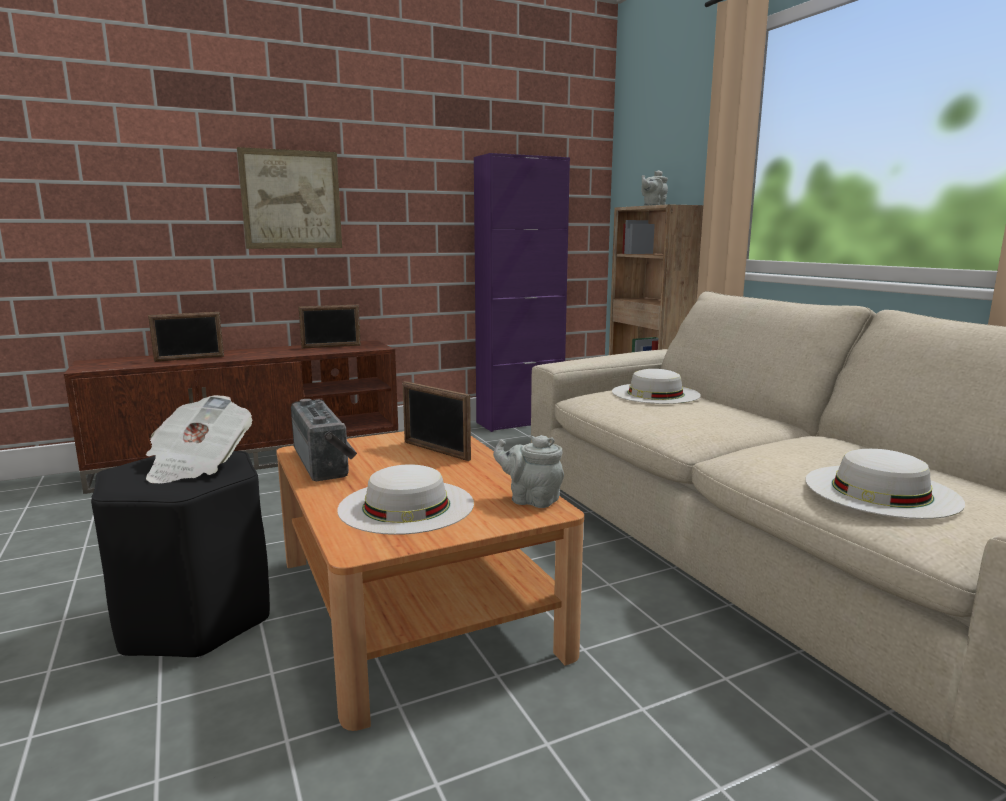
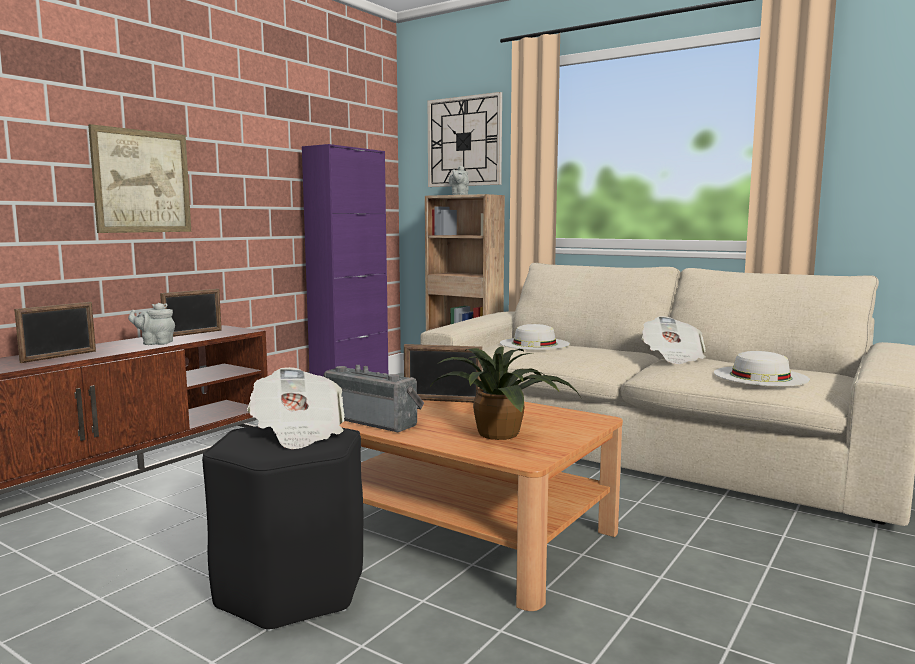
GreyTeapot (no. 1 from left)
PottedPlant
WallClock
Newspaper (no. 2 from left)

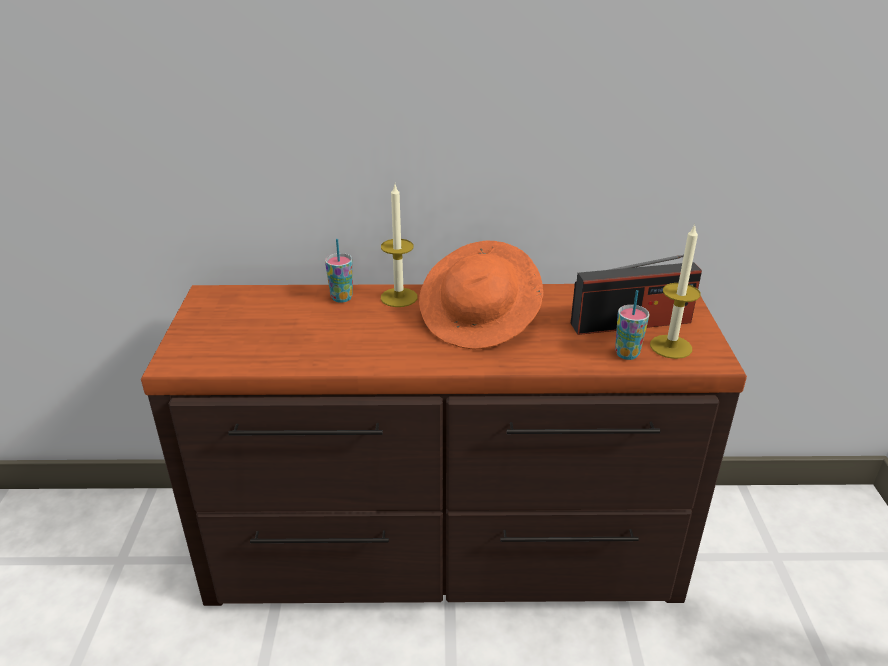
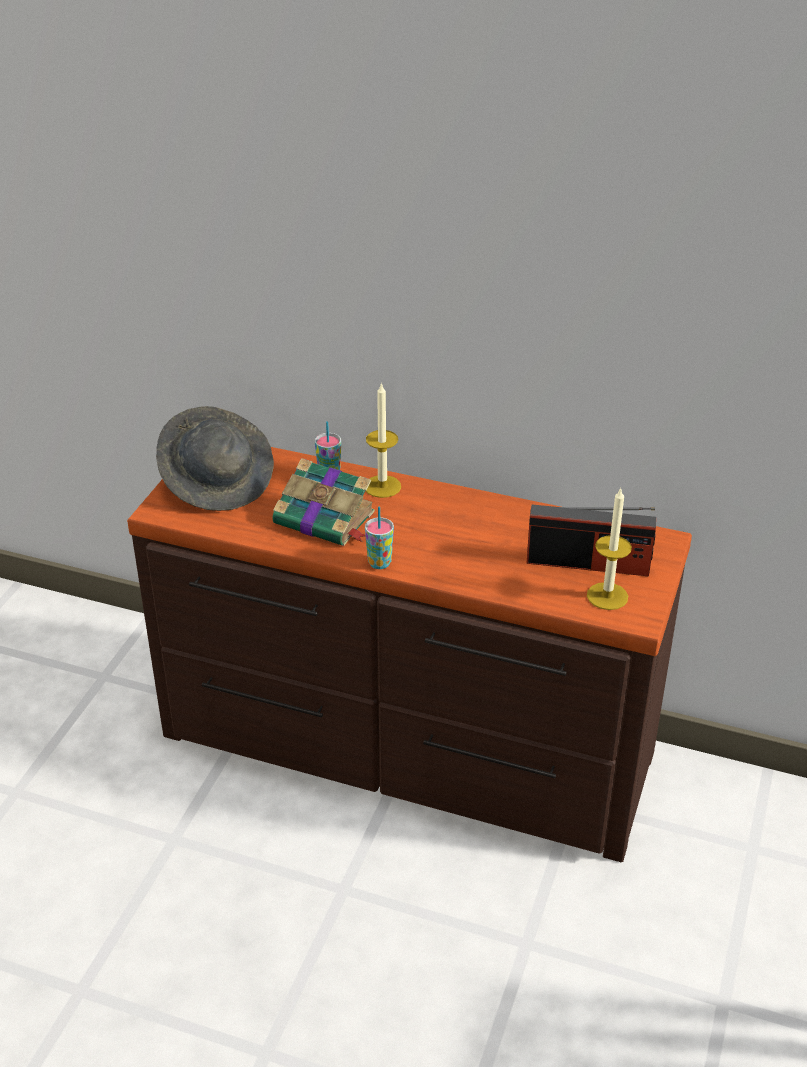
OrangeHat
Cup (no. 2 from left)
GreyHat
Book

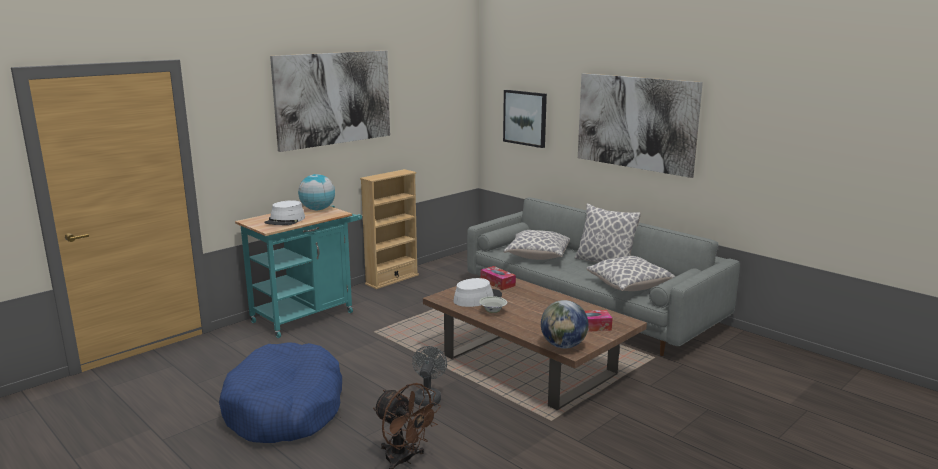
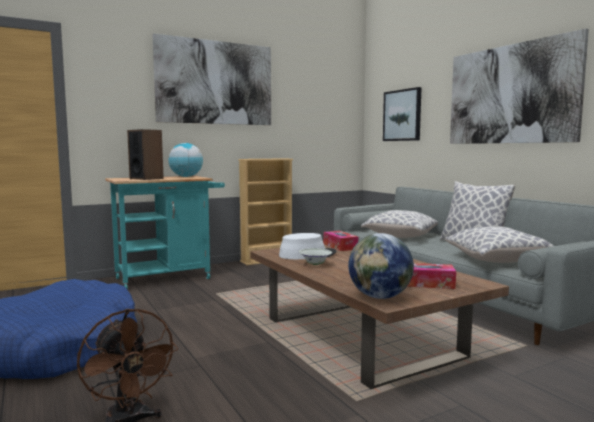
Speaker
GreyFan

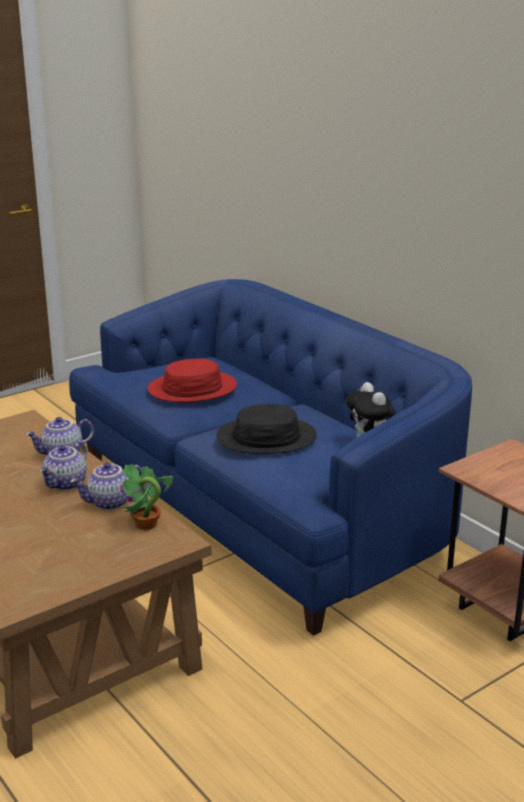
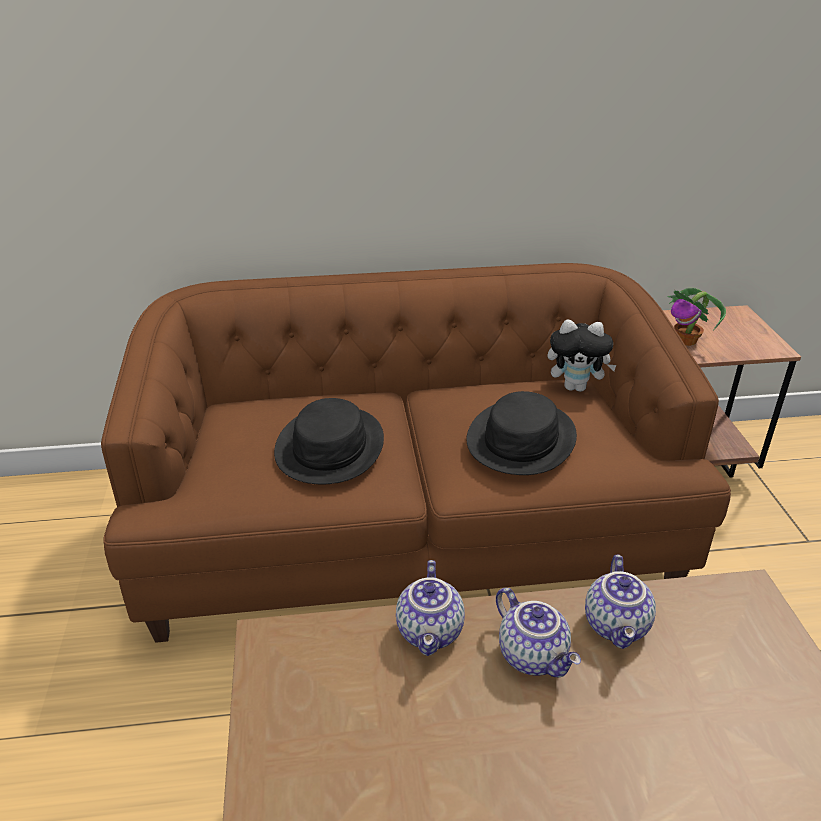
BrownSofa
BlackHat (no. 1 from left)
PottedPlant

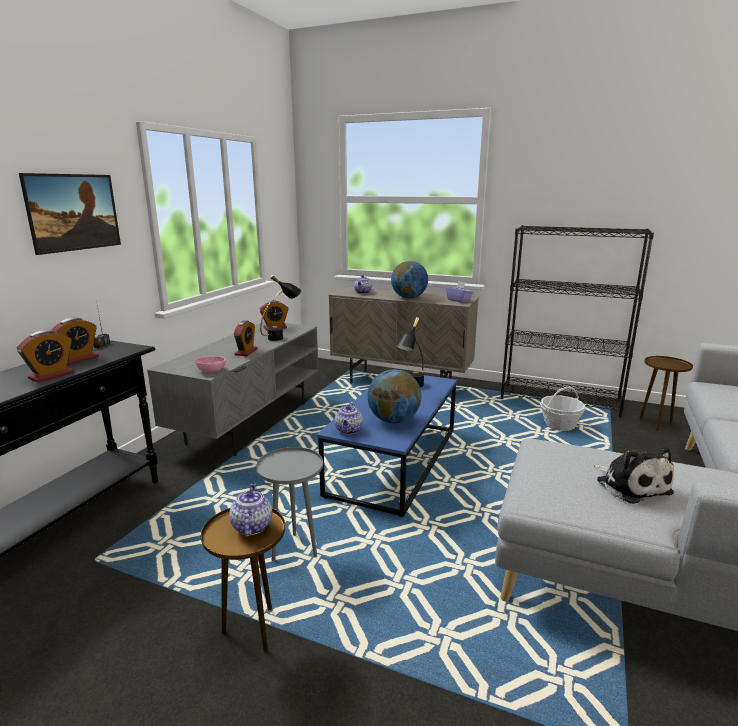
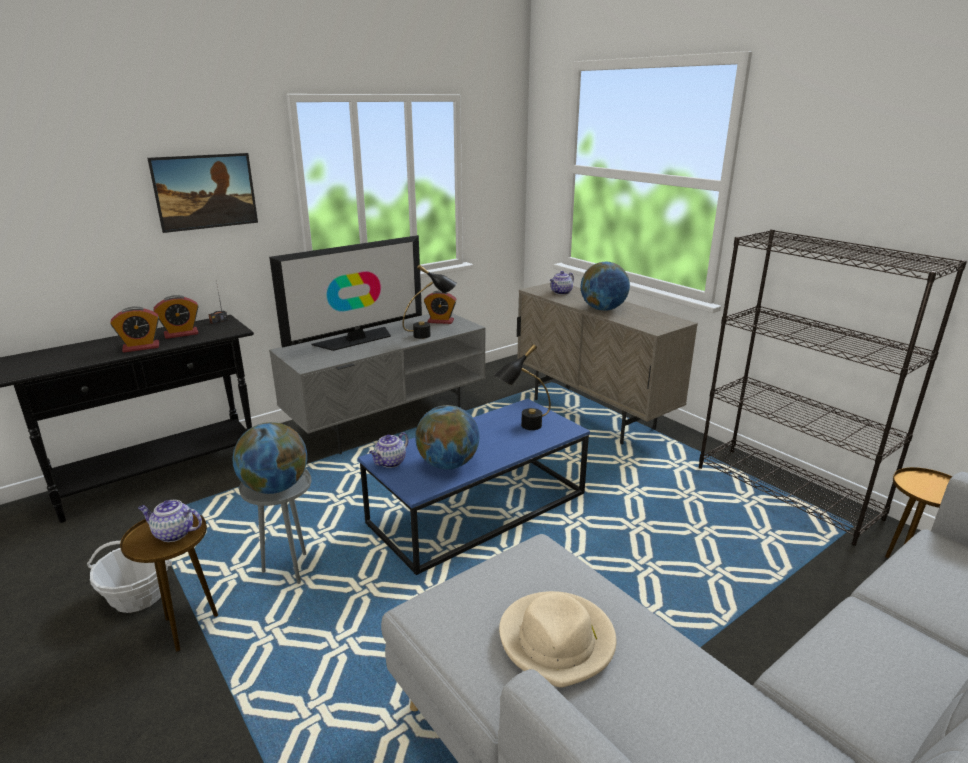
PurpleTissueBox
AlarmClock (no. 3 from left in the first image)
PinkBowl
Basket
BeigeHat
Teapot (no. 1 from left)
Television
Globe (no. 1 from left)

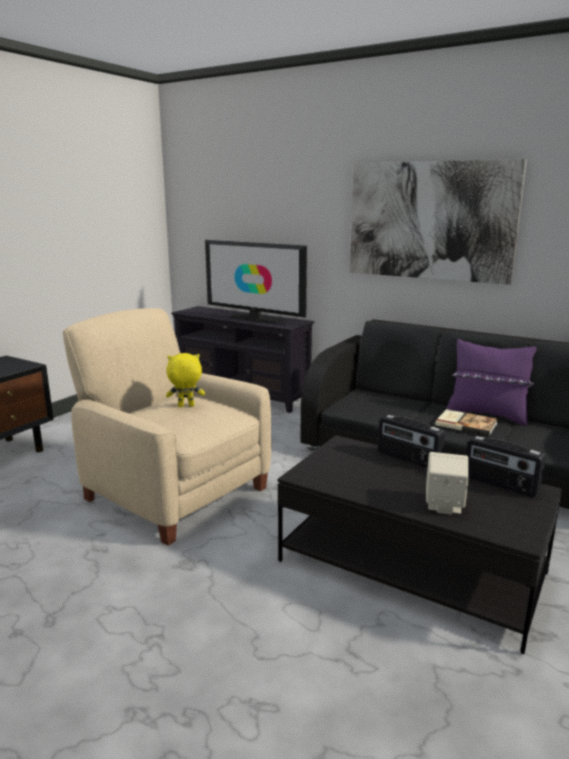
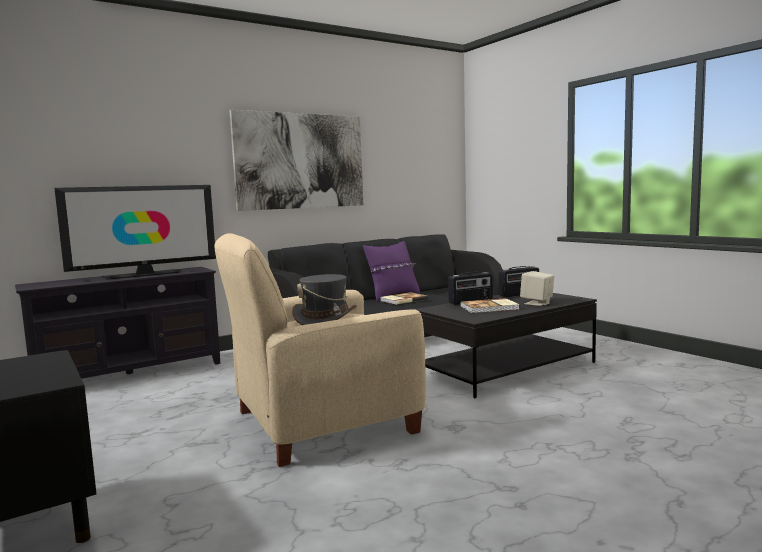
GreyHat
Book (no. 2 from left)

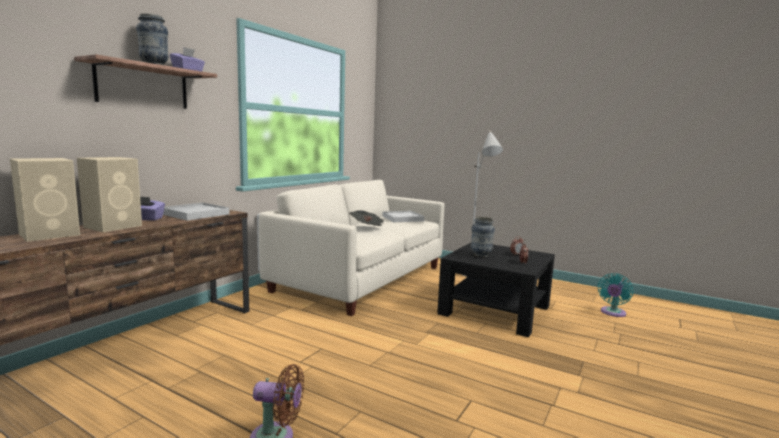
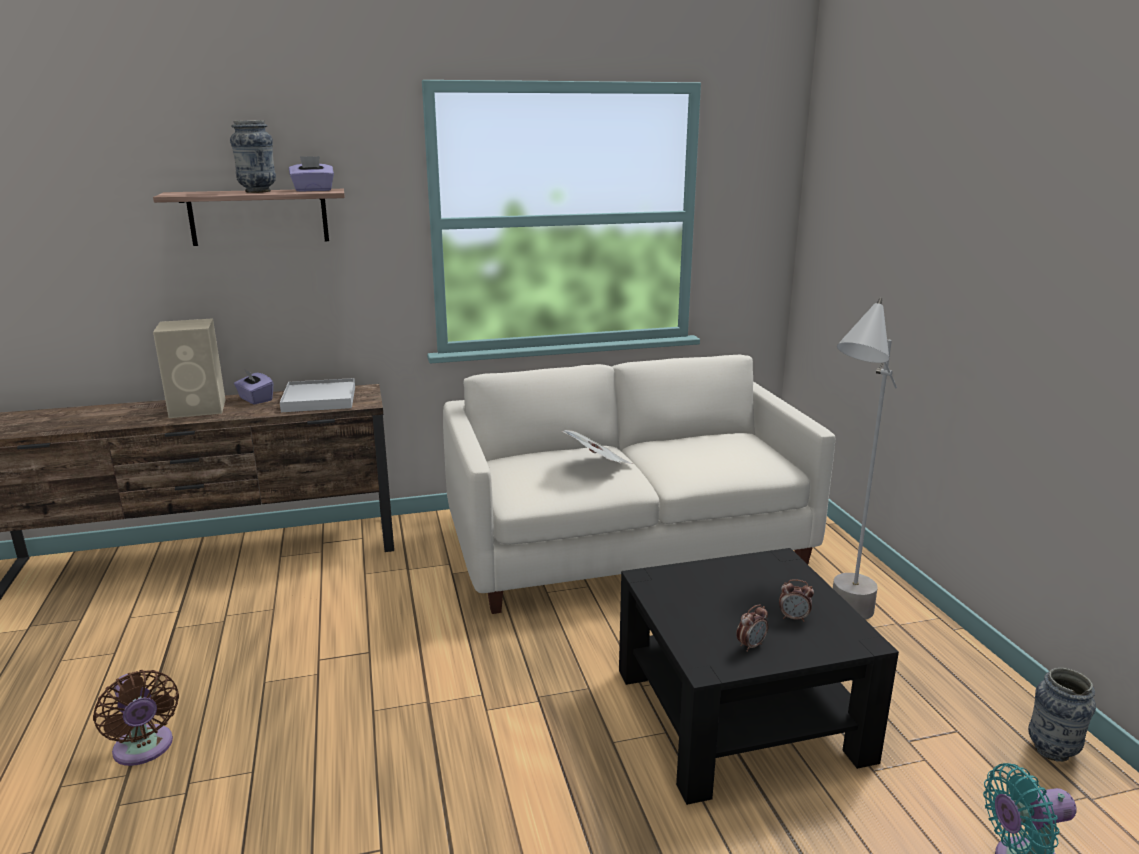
BeigeSpeaker (no. 1 from left in the first image)
WhiteTray (no. 2 from left in the first image)
Vase (no. 2 from left)

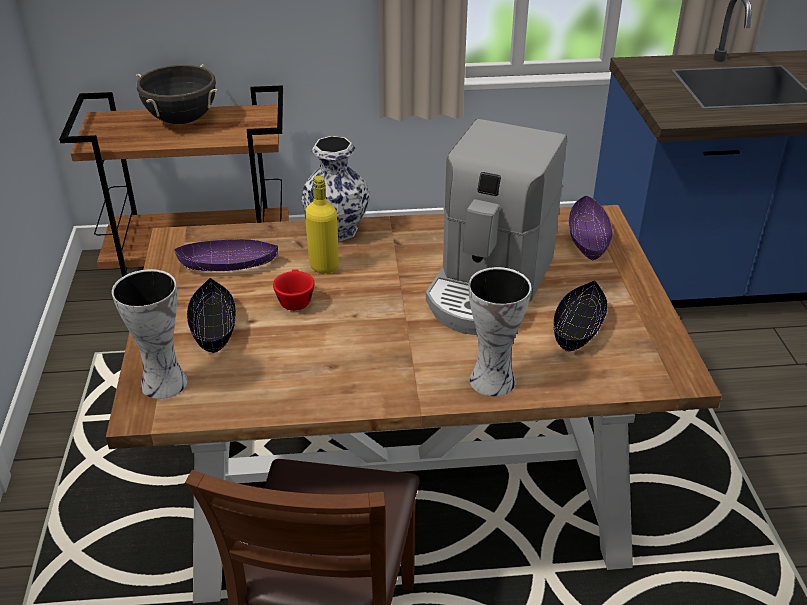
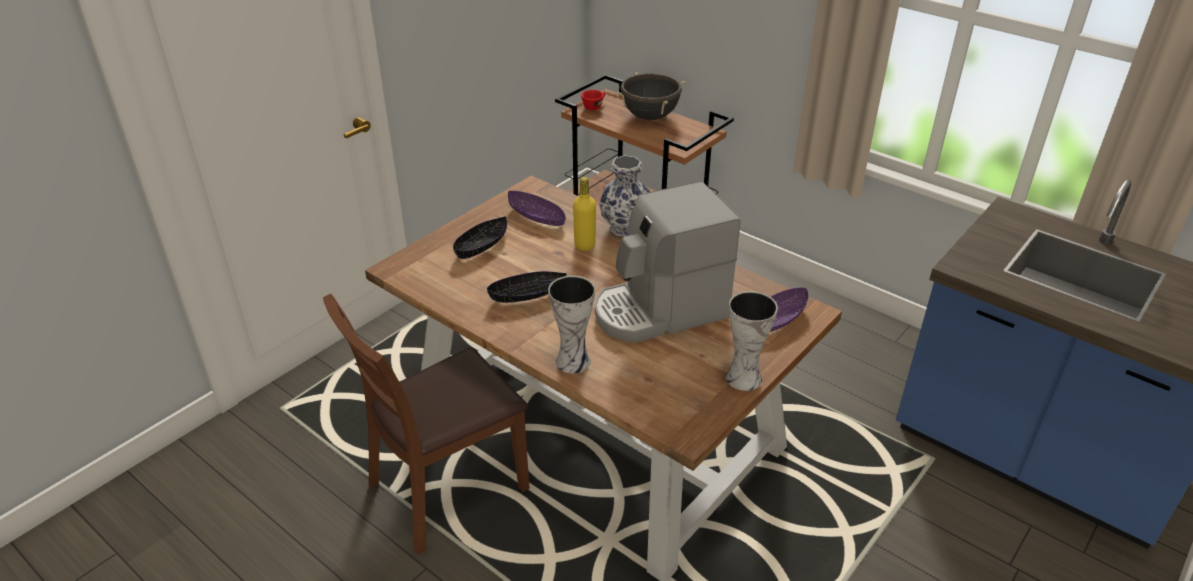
Vase (no. 3 from left)
RedCup
BlackBowl (no. 2 from left)

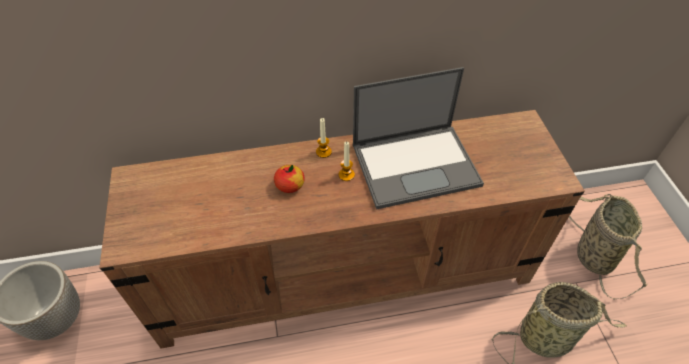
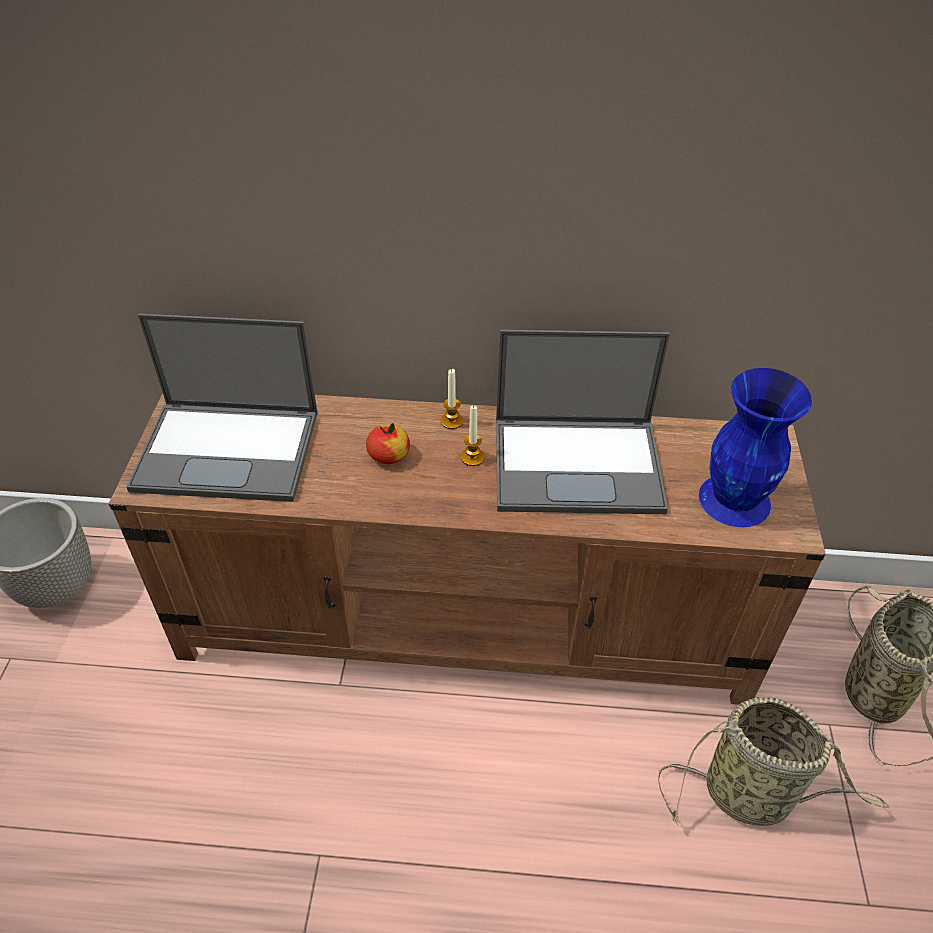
Laptop (no. 1 from left)
BlueVase

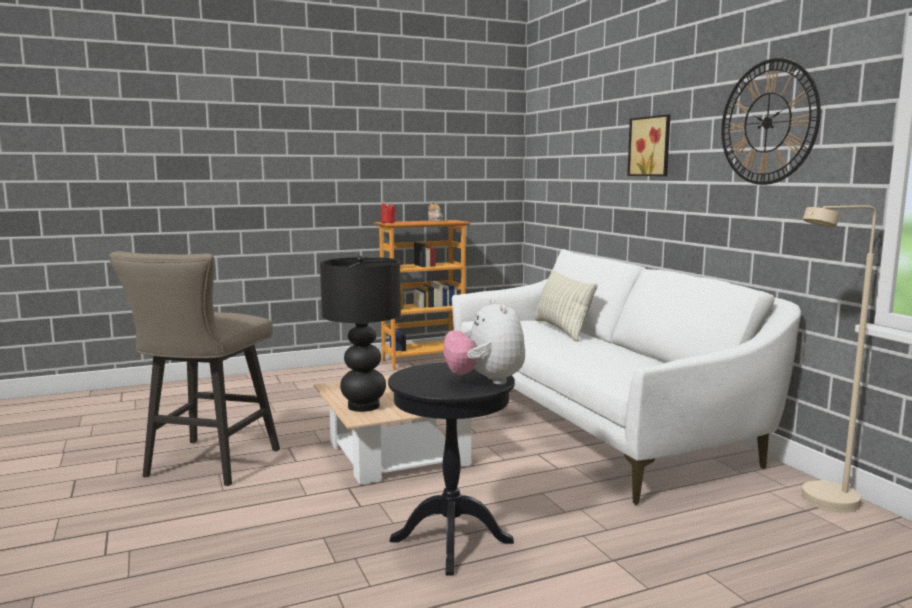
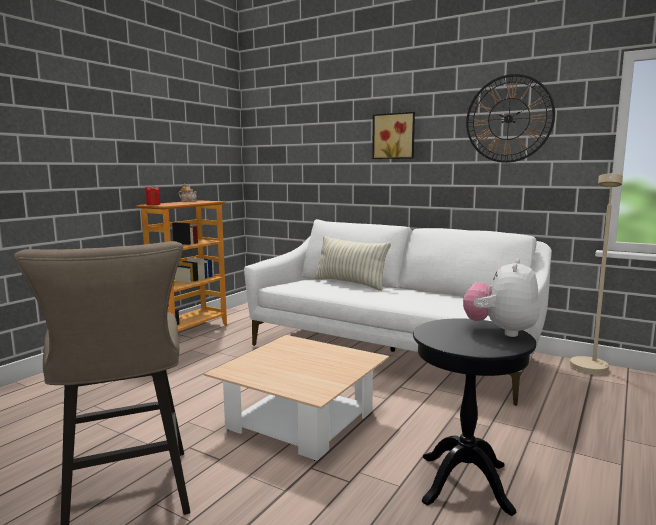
BlackTableLamp
PlushToy

